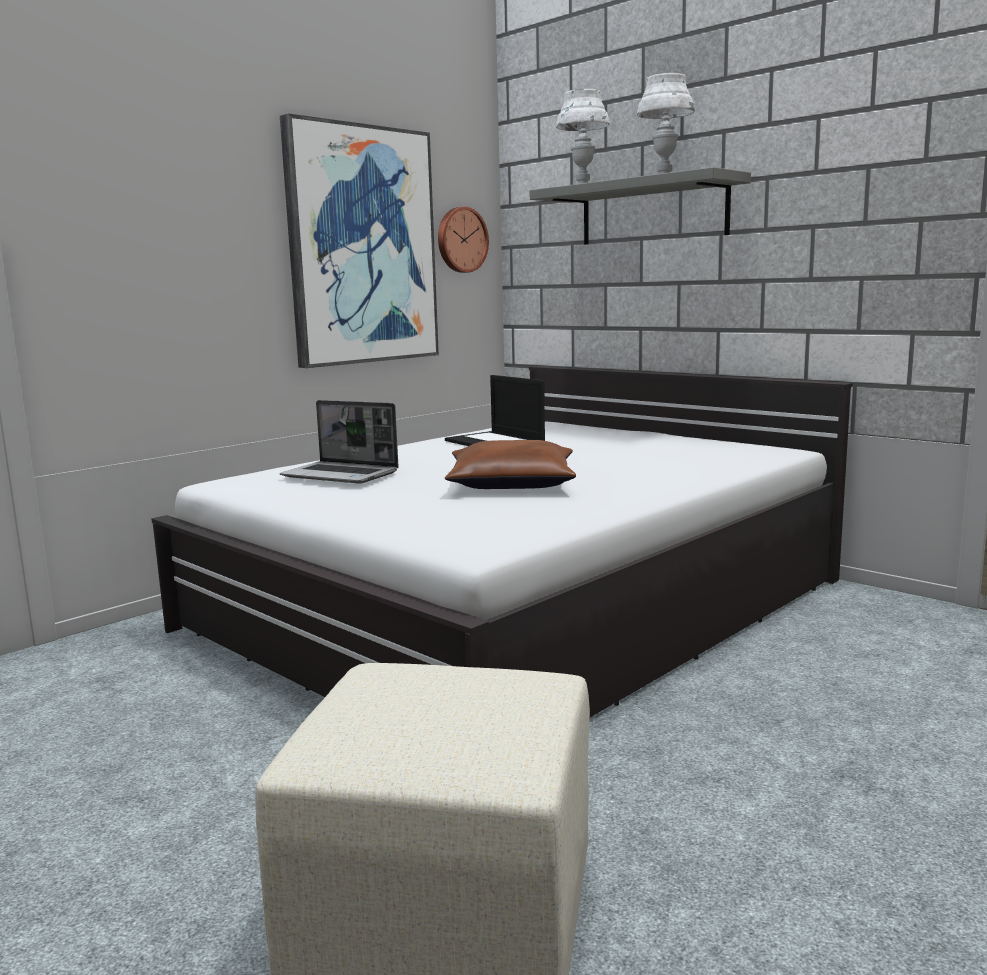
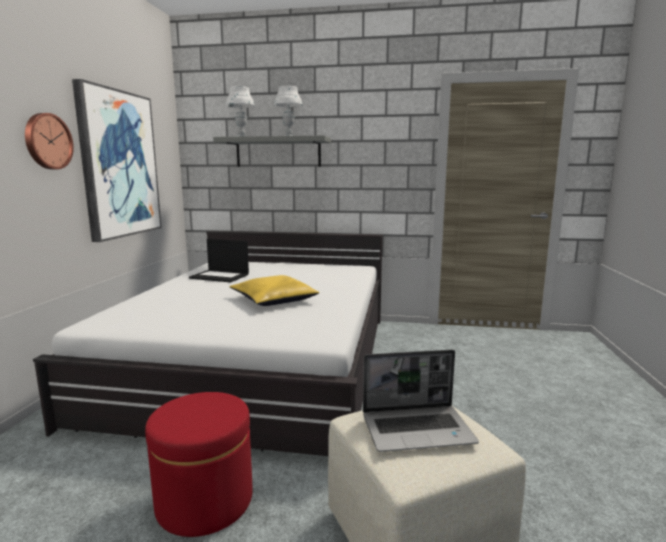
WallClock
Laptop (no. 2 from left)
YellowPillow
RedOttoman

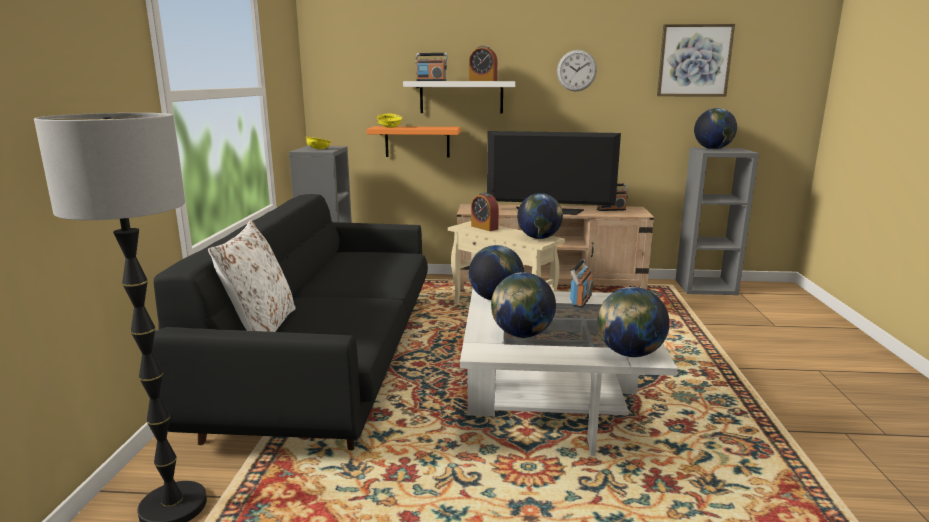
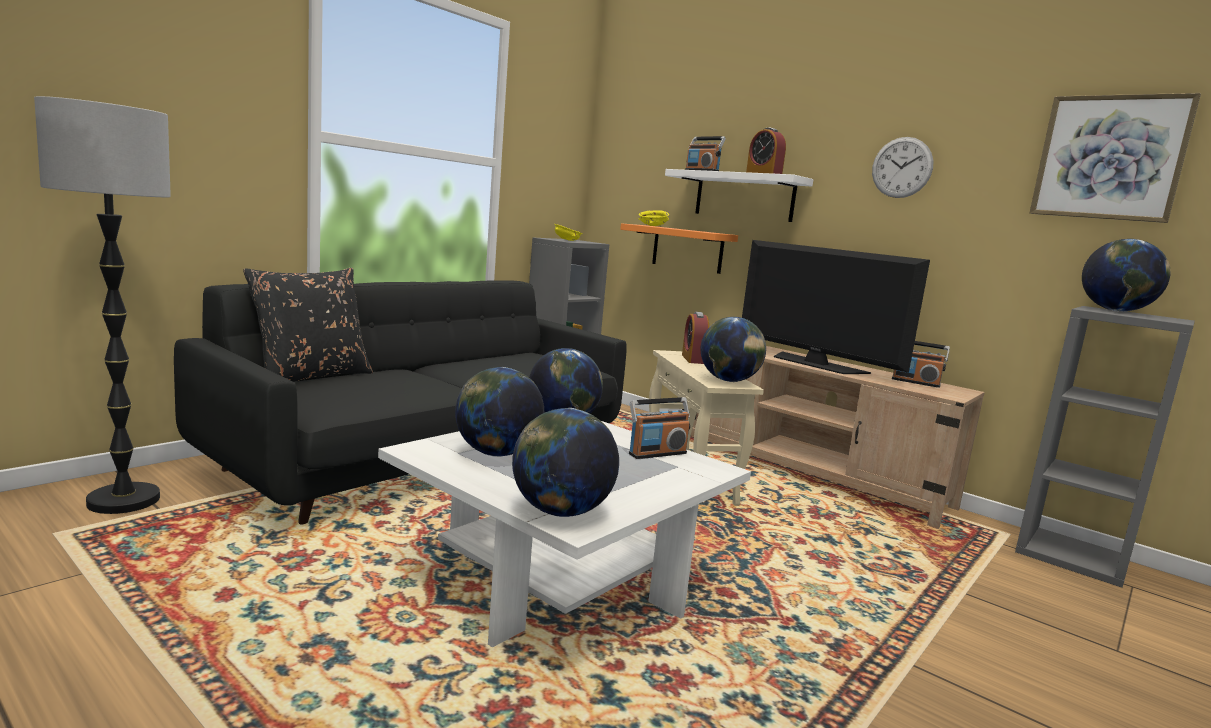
BlackPillow

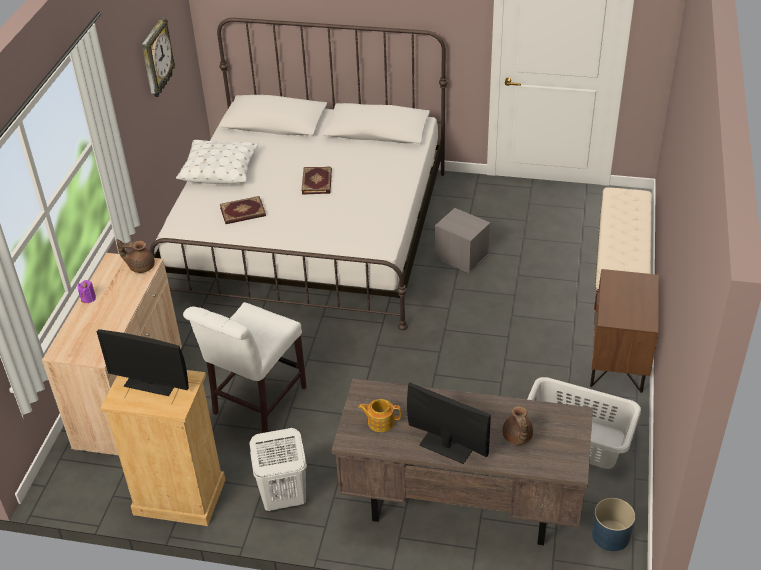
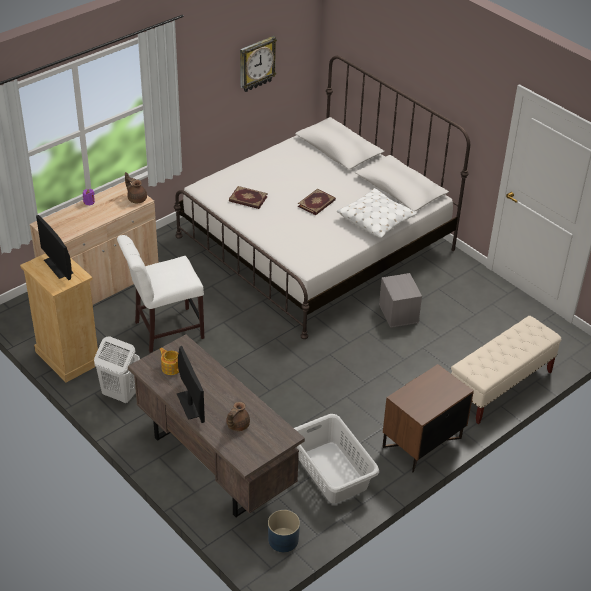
WhitePillow

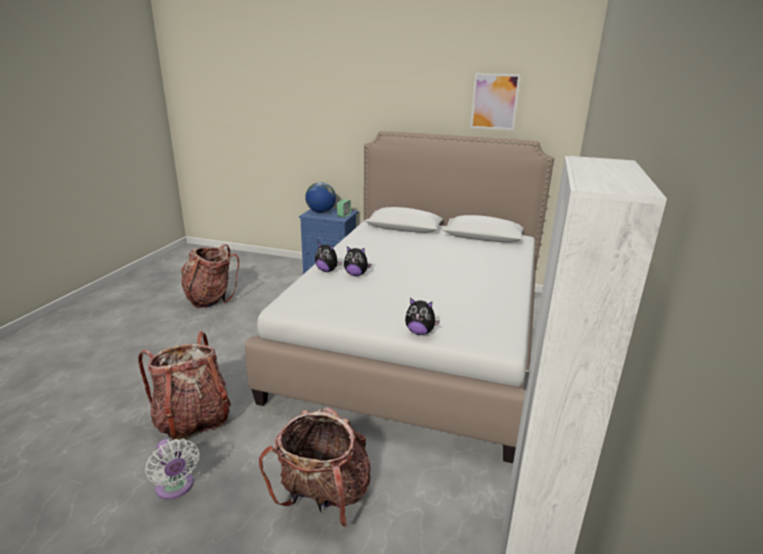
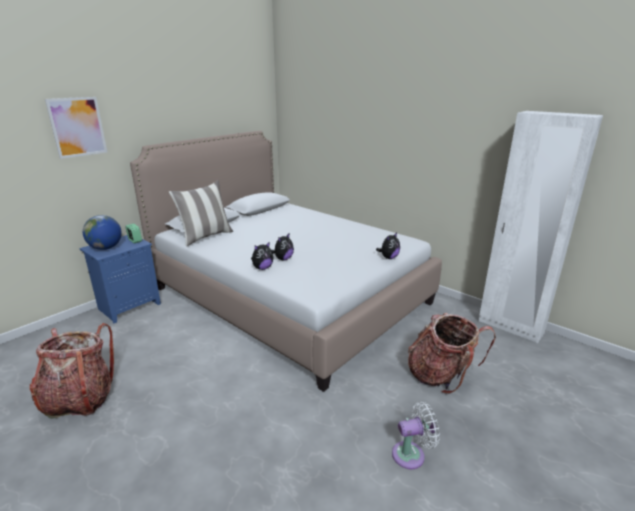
Picture
Backpack (no. 1 from left in the first image)
Pillow

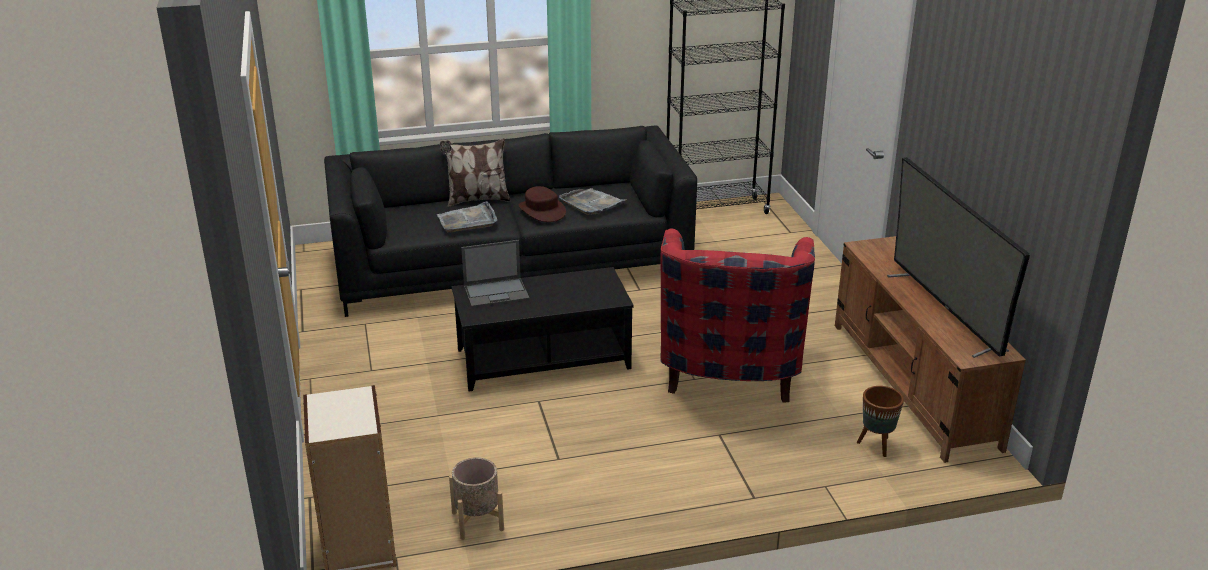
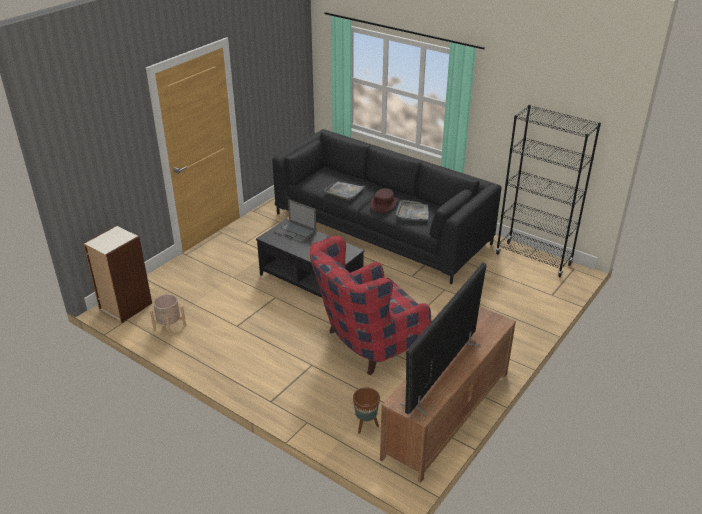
Pillow

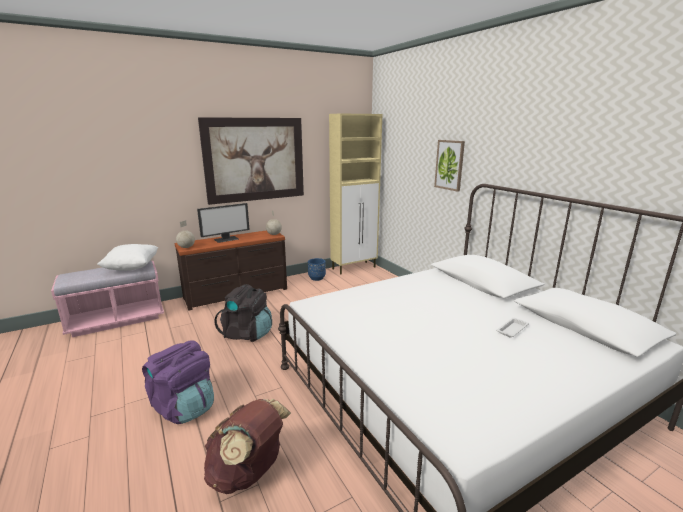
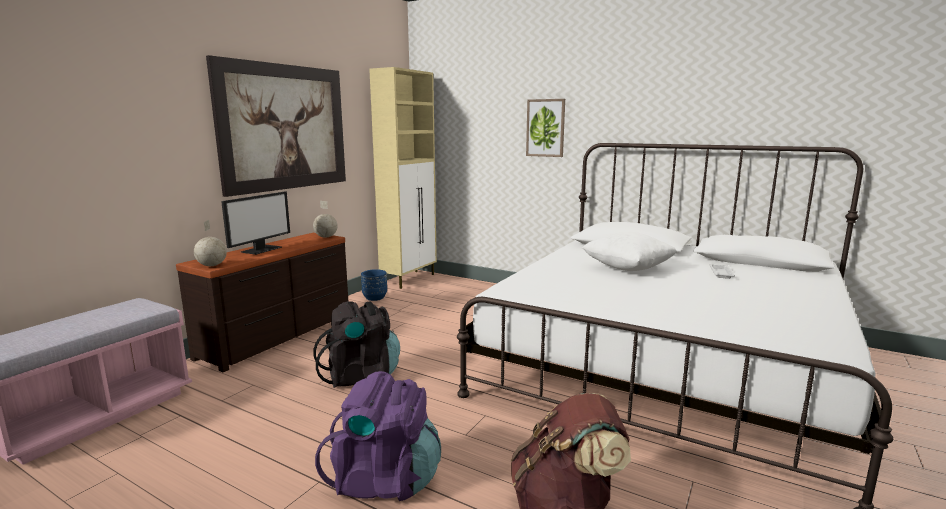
WhitePillow

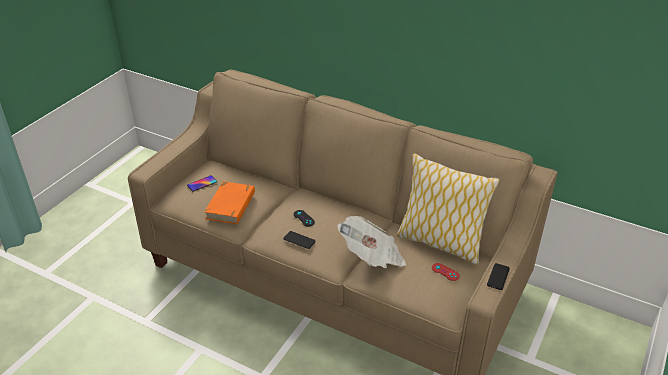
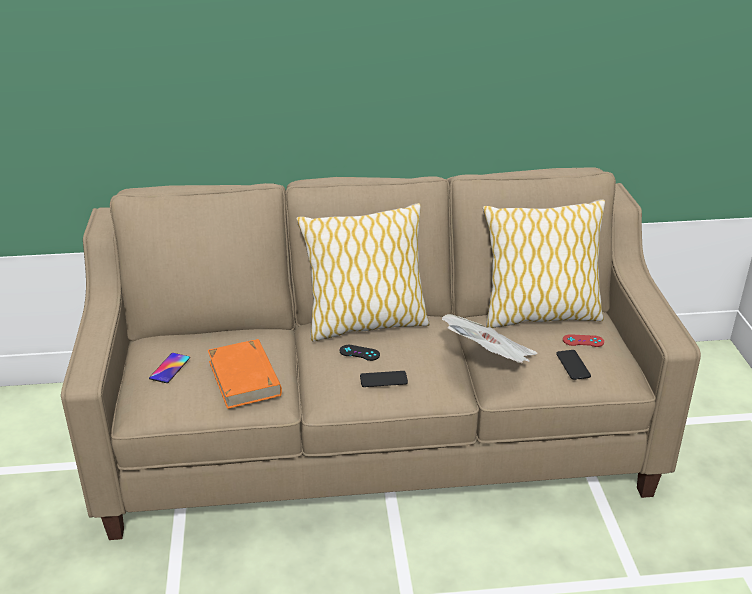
Phone (no. 3 from left)
Pillow (no. 1 from left)

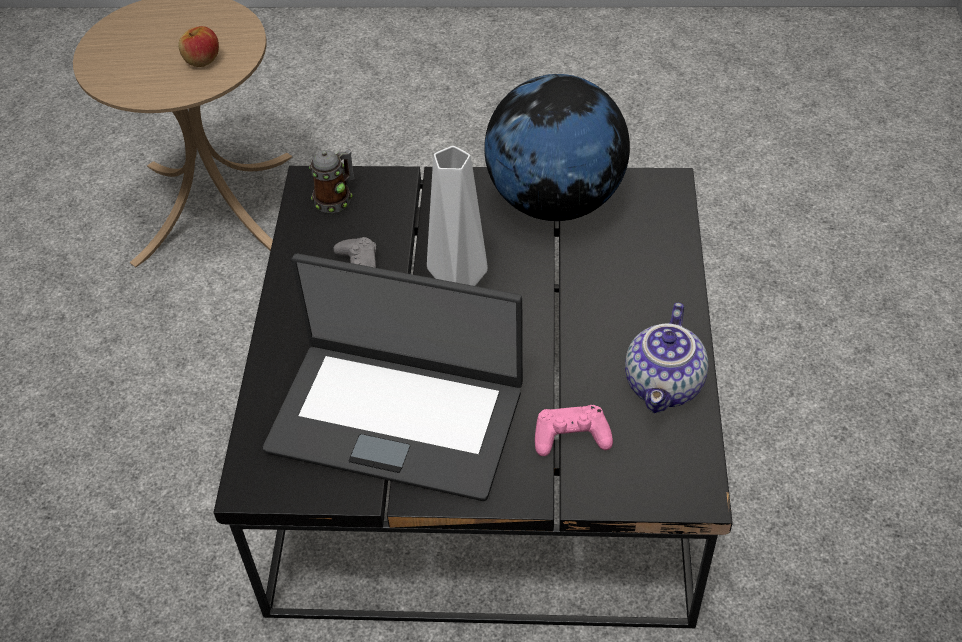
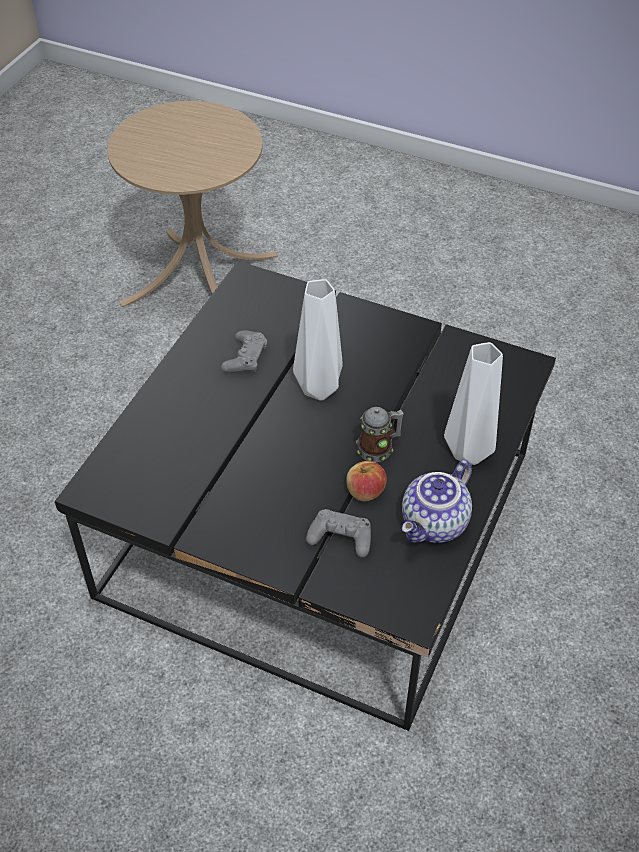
Apple
Globe
Mug
Laptop
GreyGameController (no. 2 from left)
WhiteVase (no. 2 from left)

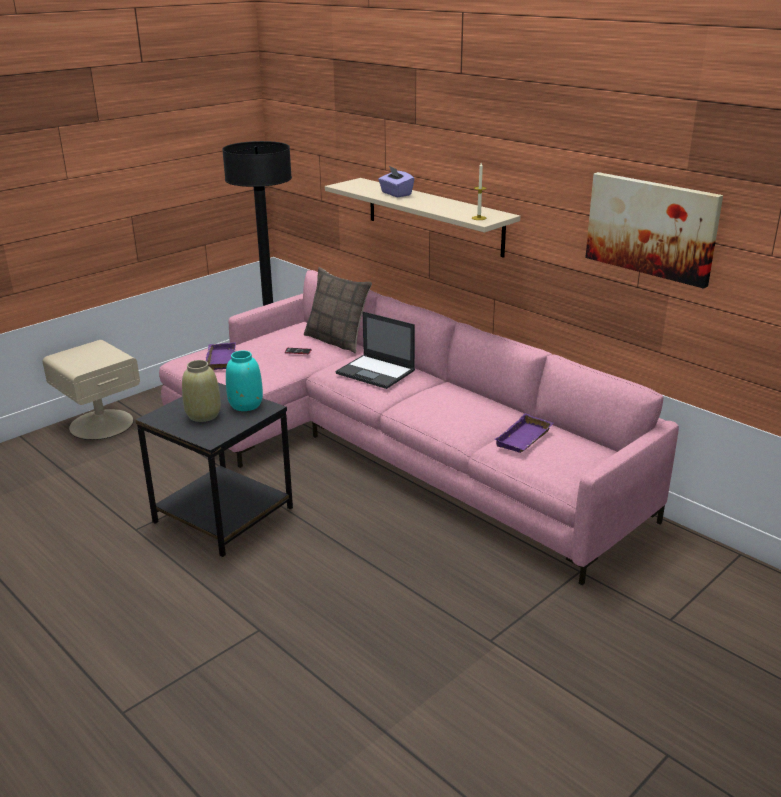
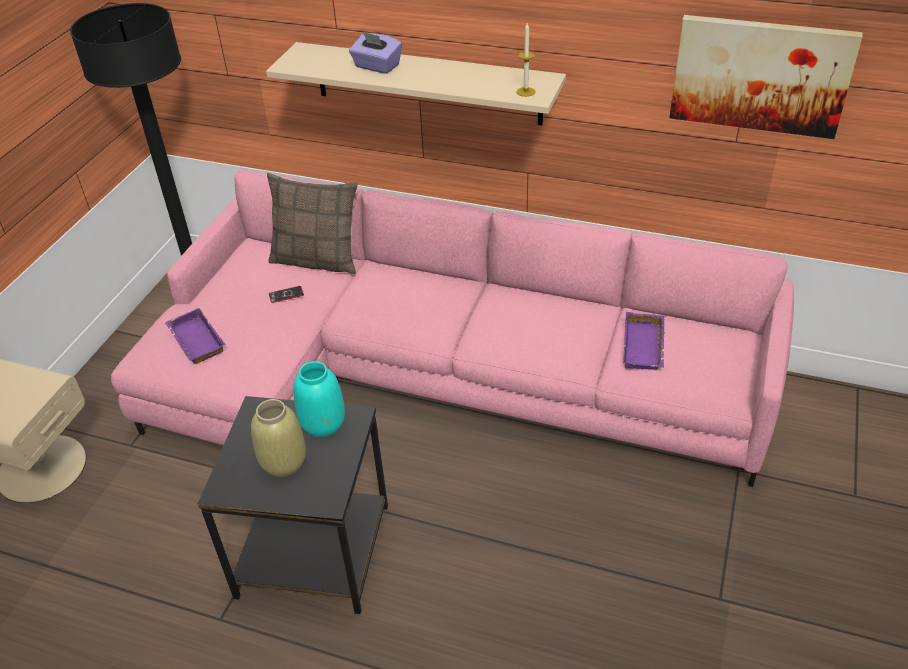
Laptop

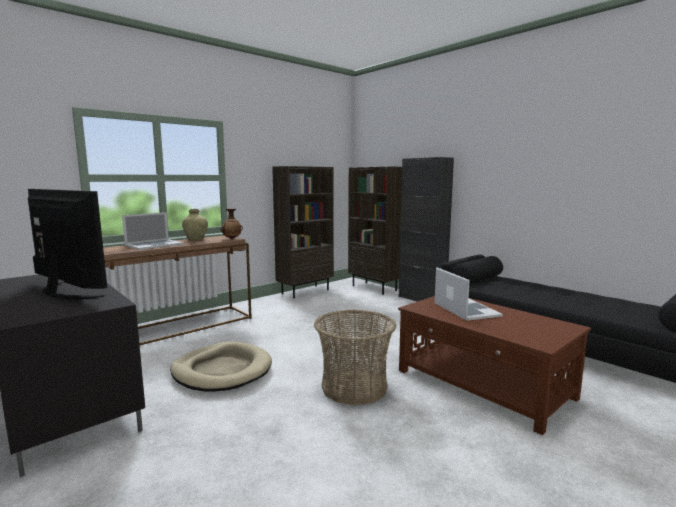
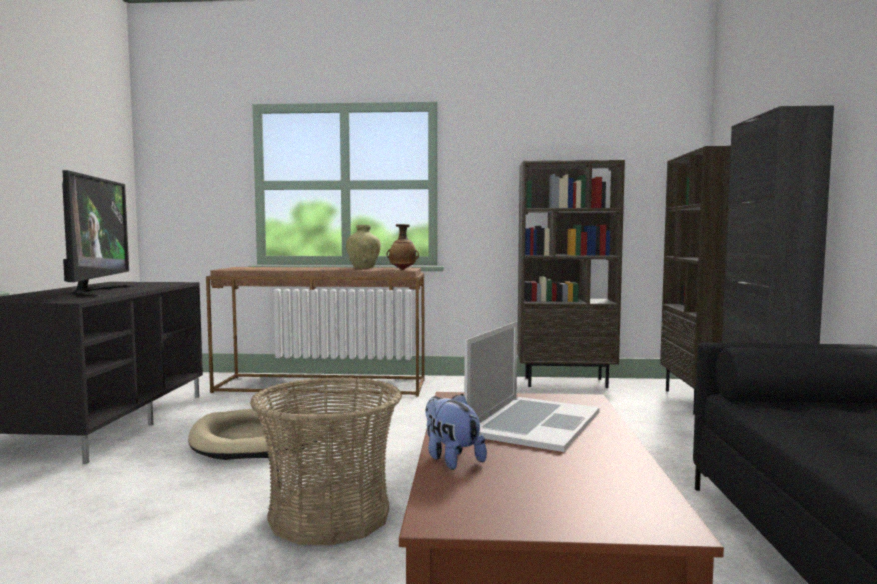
Laptop (no. 1 from left in the first image)
PlushToy

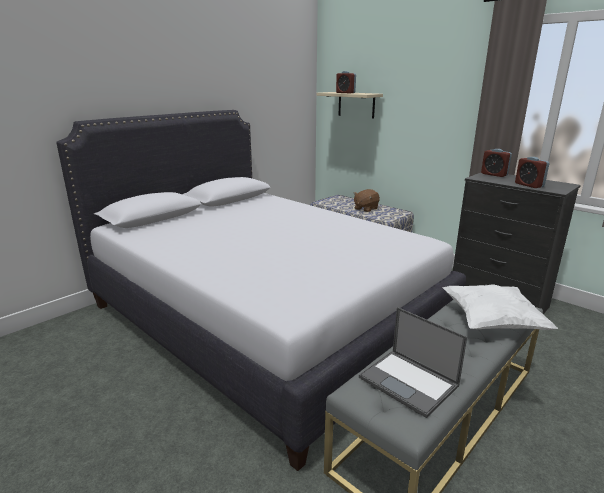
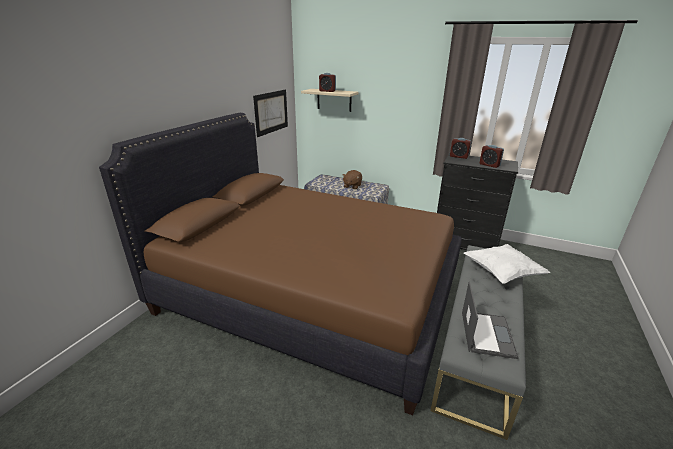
BrownBed
Laptop
Picture

